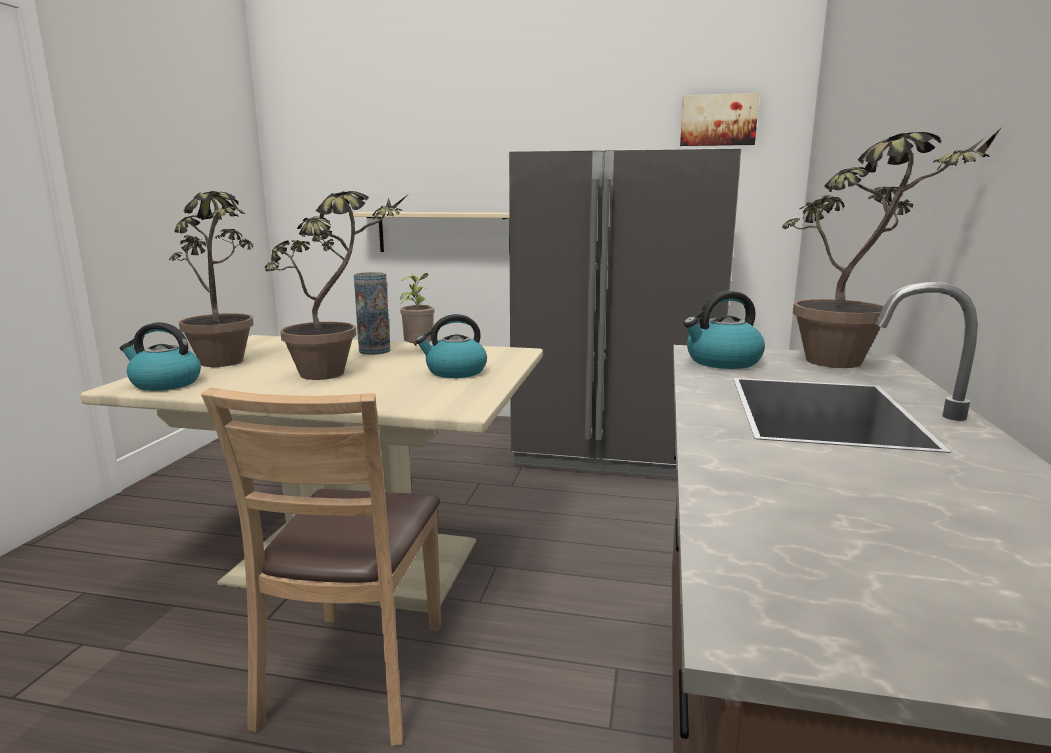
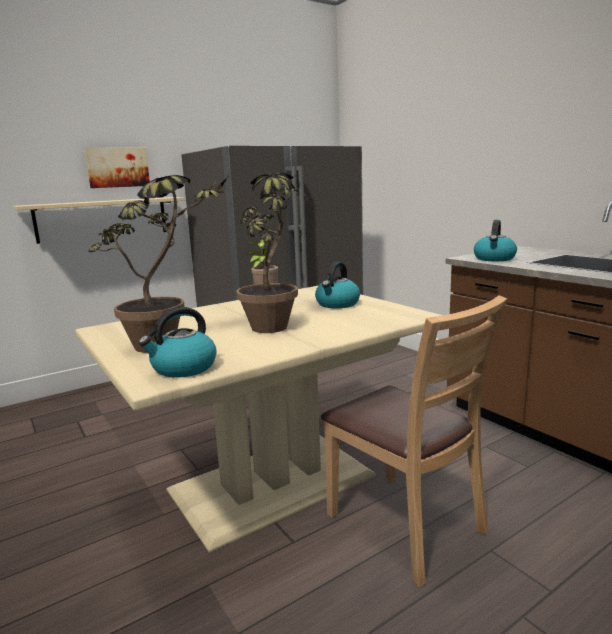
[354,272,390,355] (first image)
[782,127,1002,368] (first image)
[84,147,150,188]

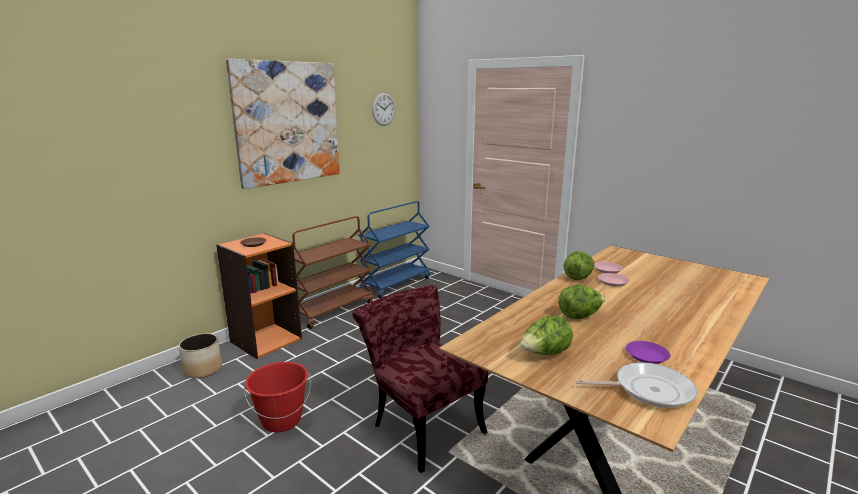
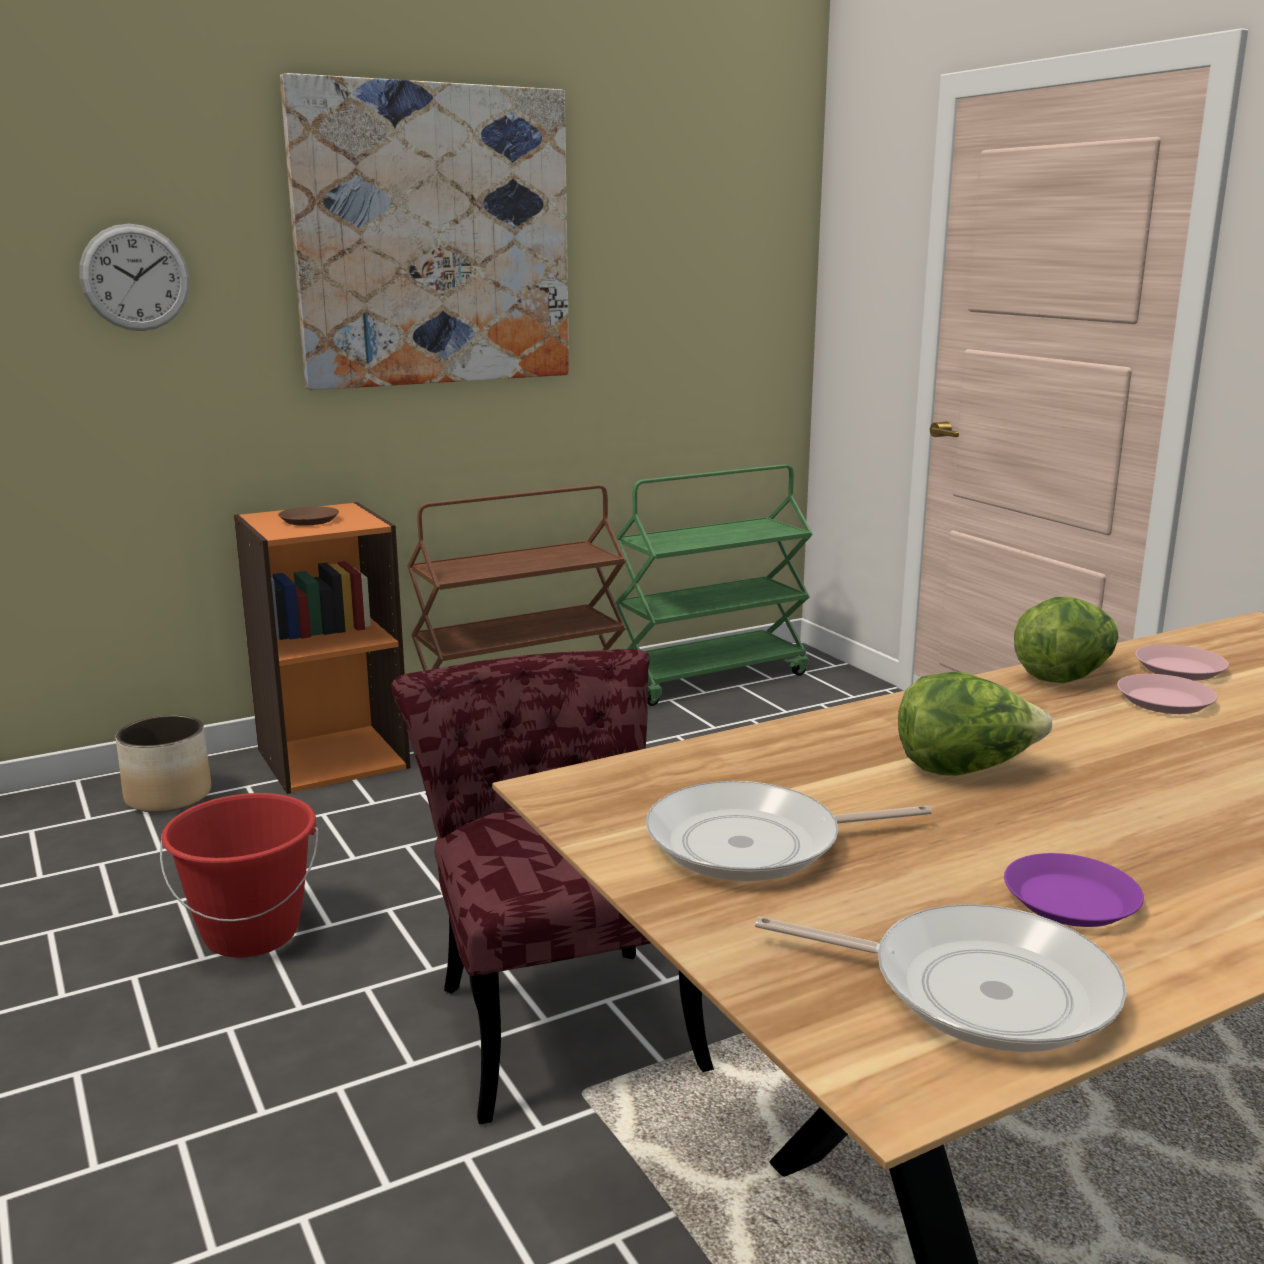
[79,224,189,331]
[646,781,932,881]
[615,464,813,706]

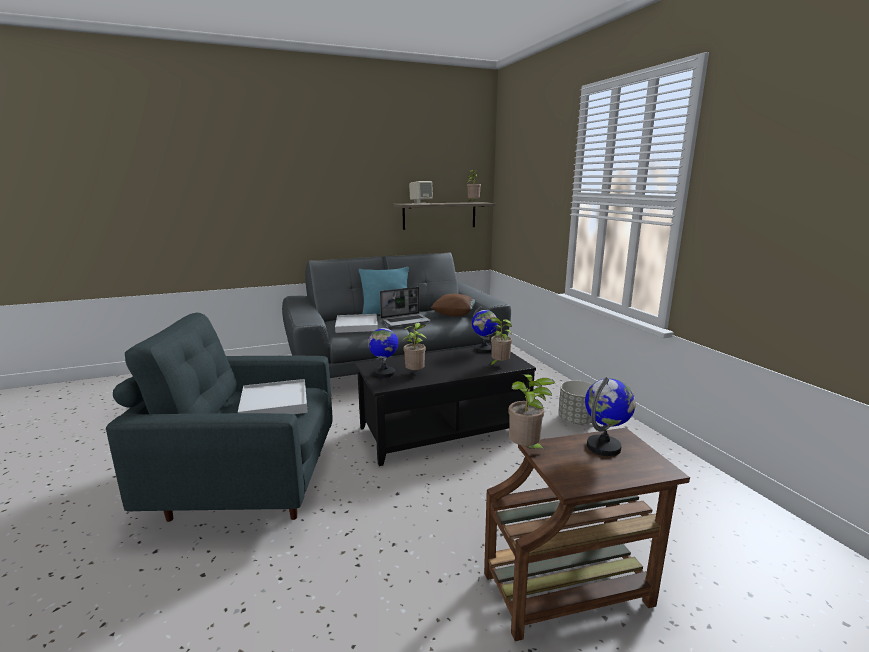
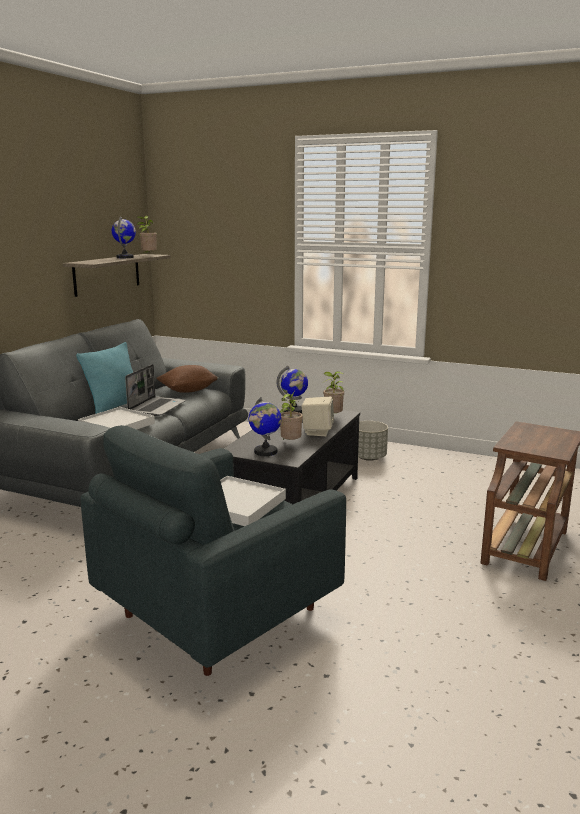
[508,374,555,451] (first image)
[302,397,334,436]
[112,216,136,258]

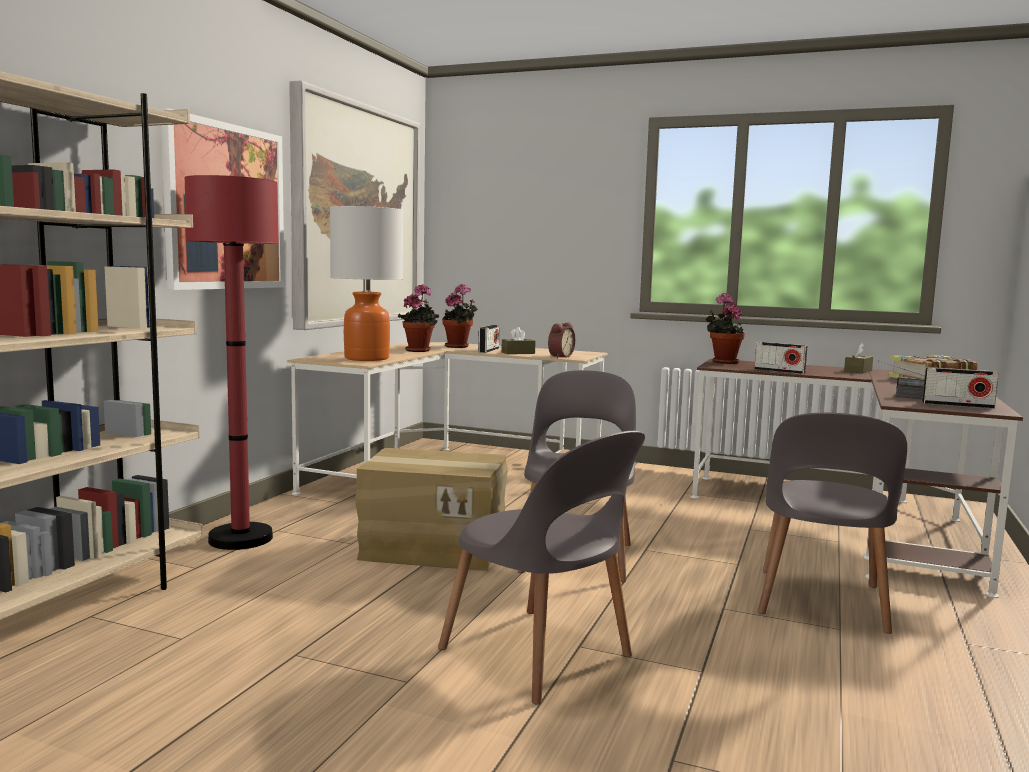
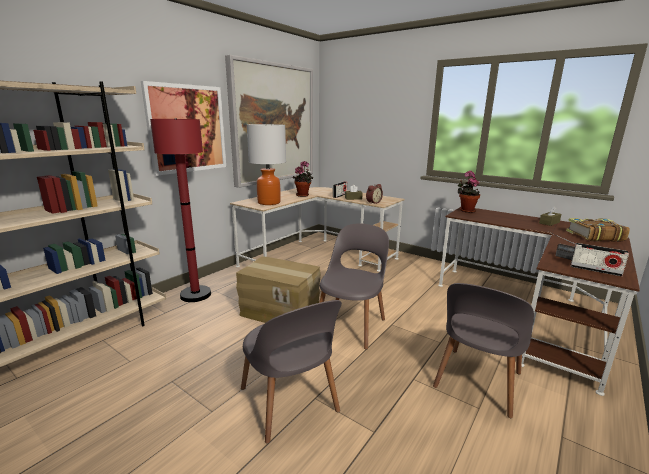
[442,284,478,348] (first image)
[754,342,808,374] (first image)

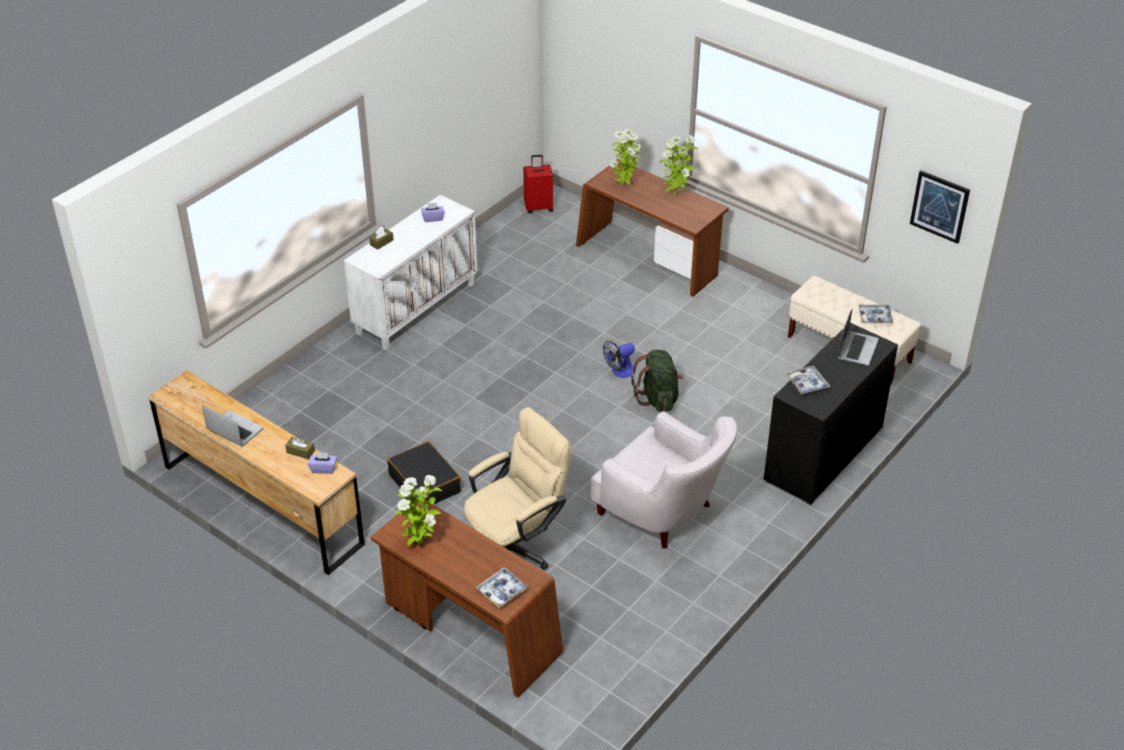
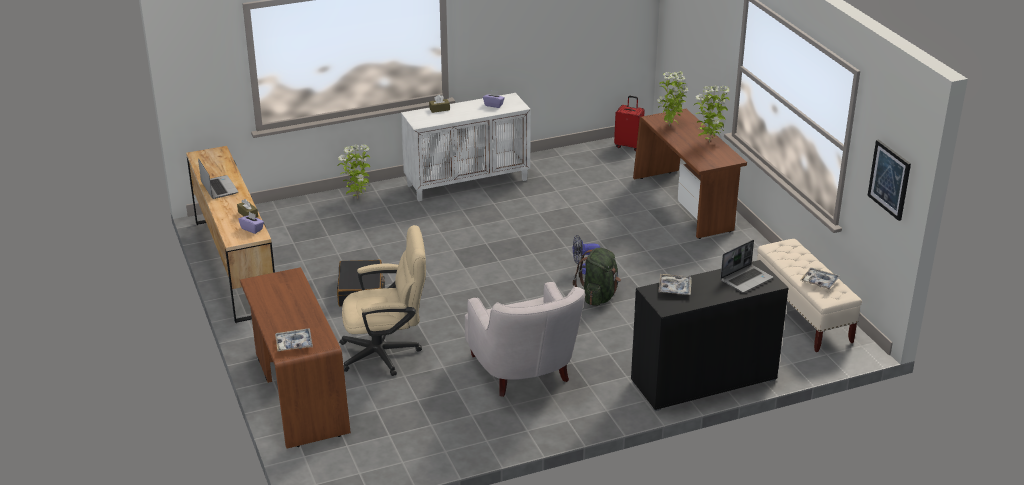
[337,144,370,199]

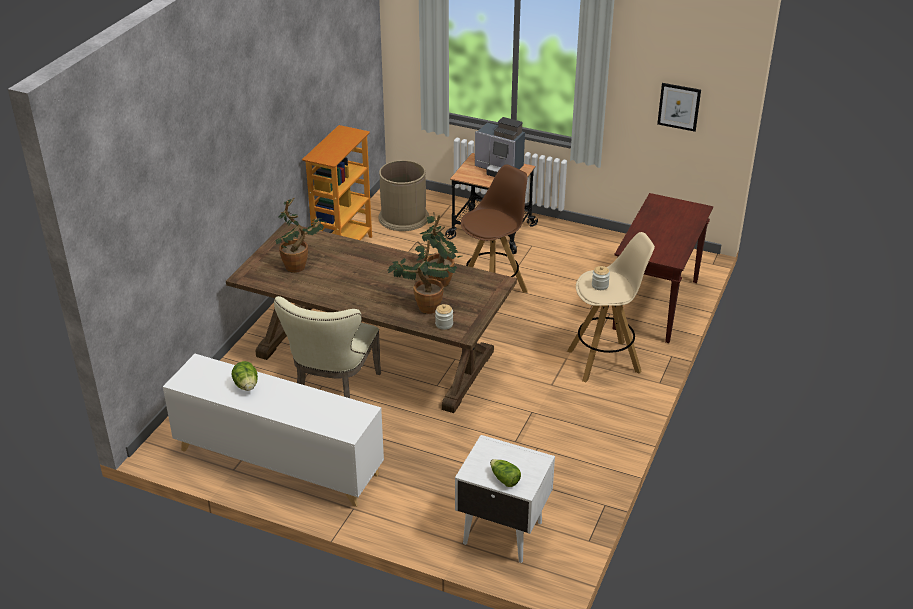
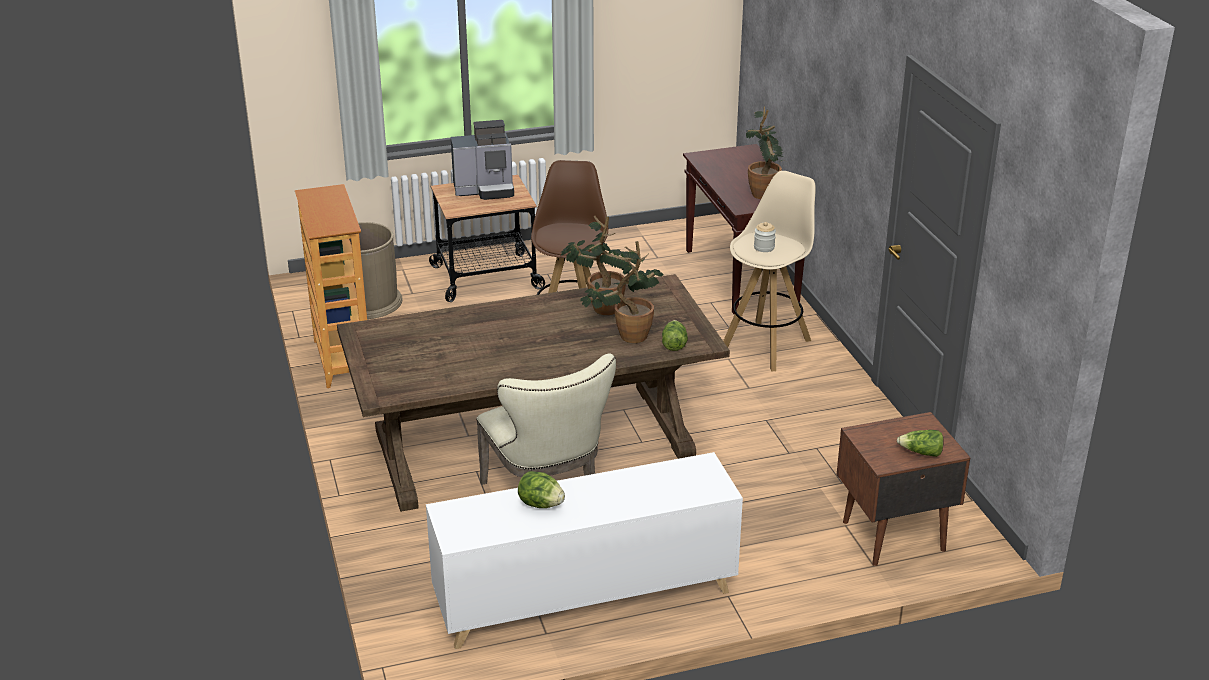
[657,83,701,132] (first image)
[746,106,783,199]
[662,320,688,351]
[836,412,970,566]

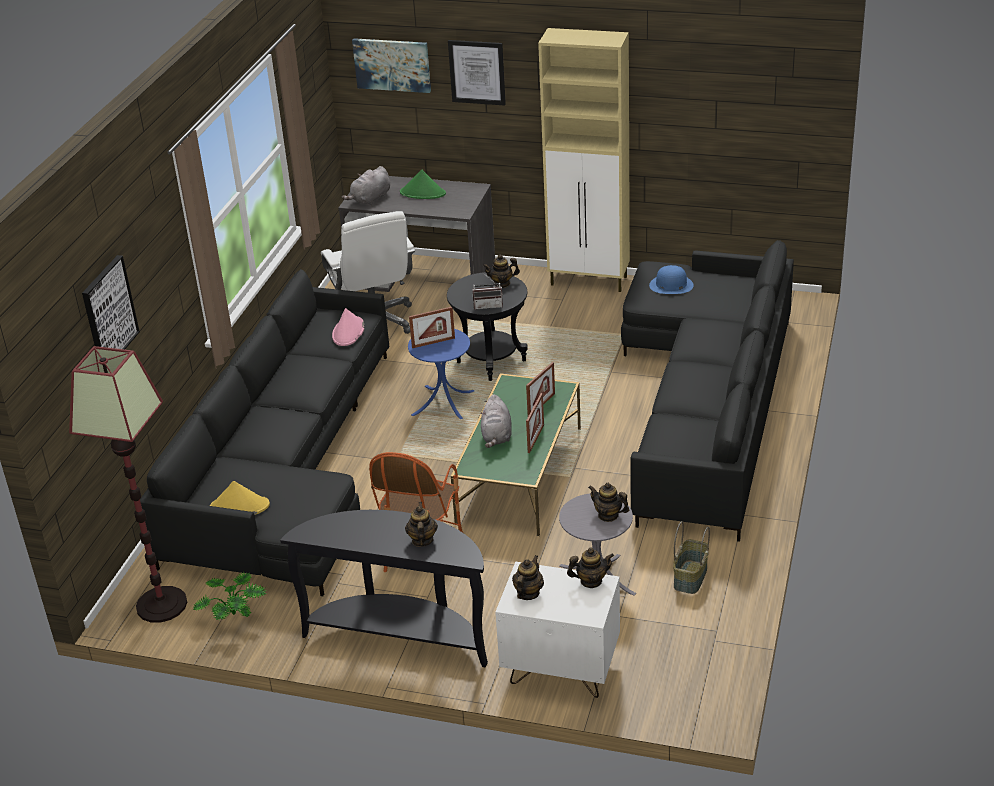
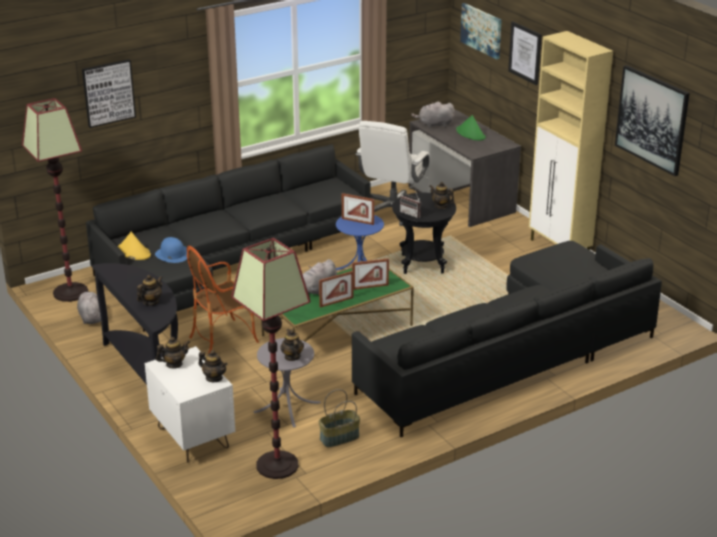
[332,308,364,346] (first image)
[231,238,311,479]
[615,65,690,176]
[155,237,187,263]
[77,292,101,324]

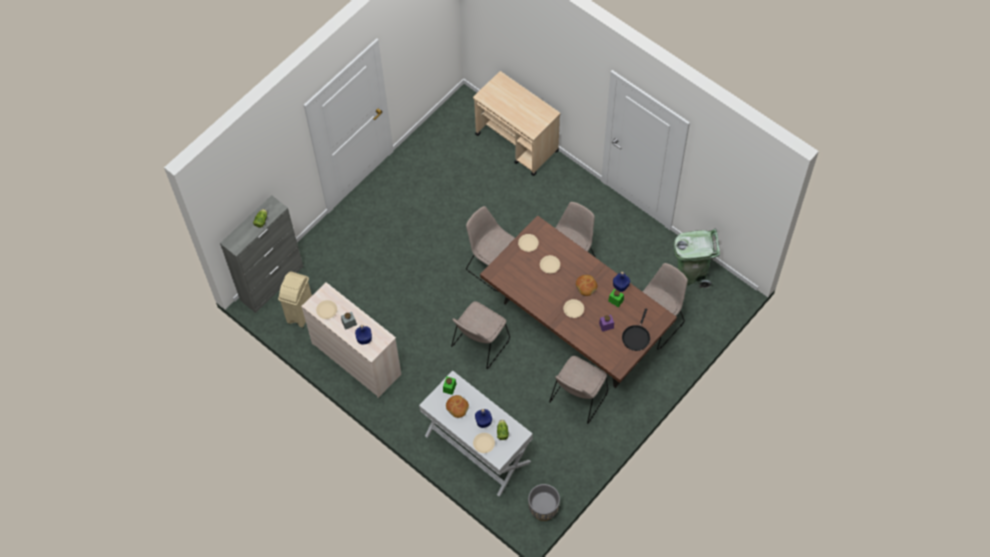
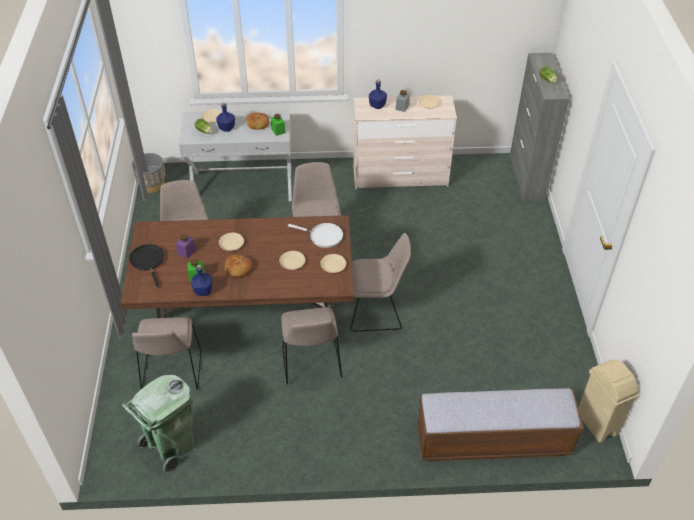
[288,223,343,248]
[578,360,639,443]
[417,388,584,461]

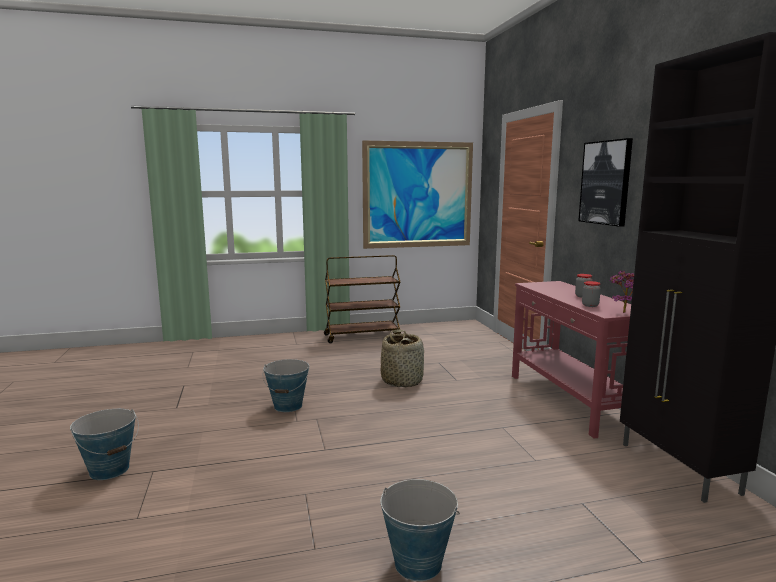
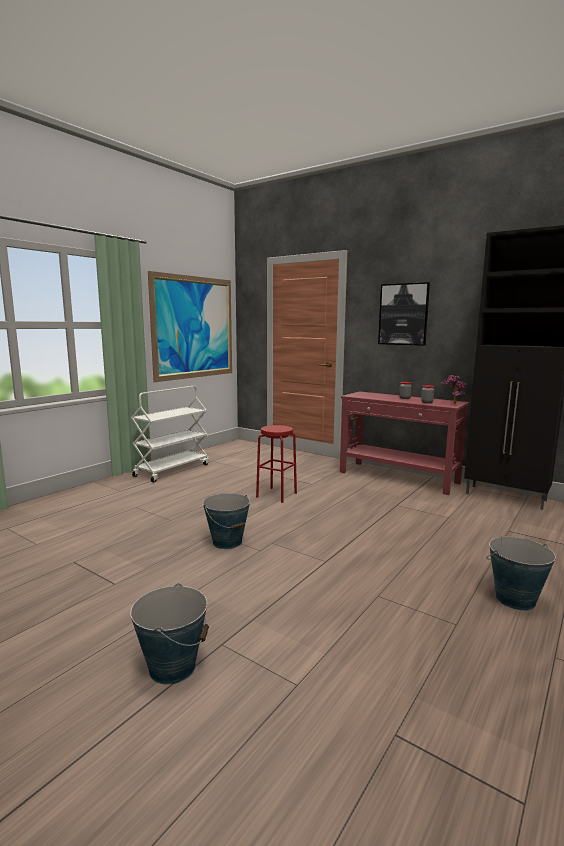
[256,425,297,503]
[131,386,209,483]

